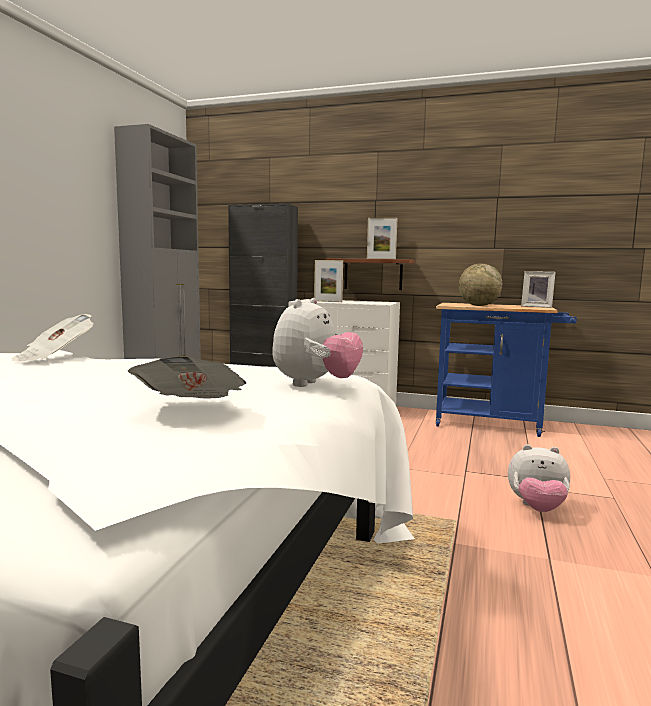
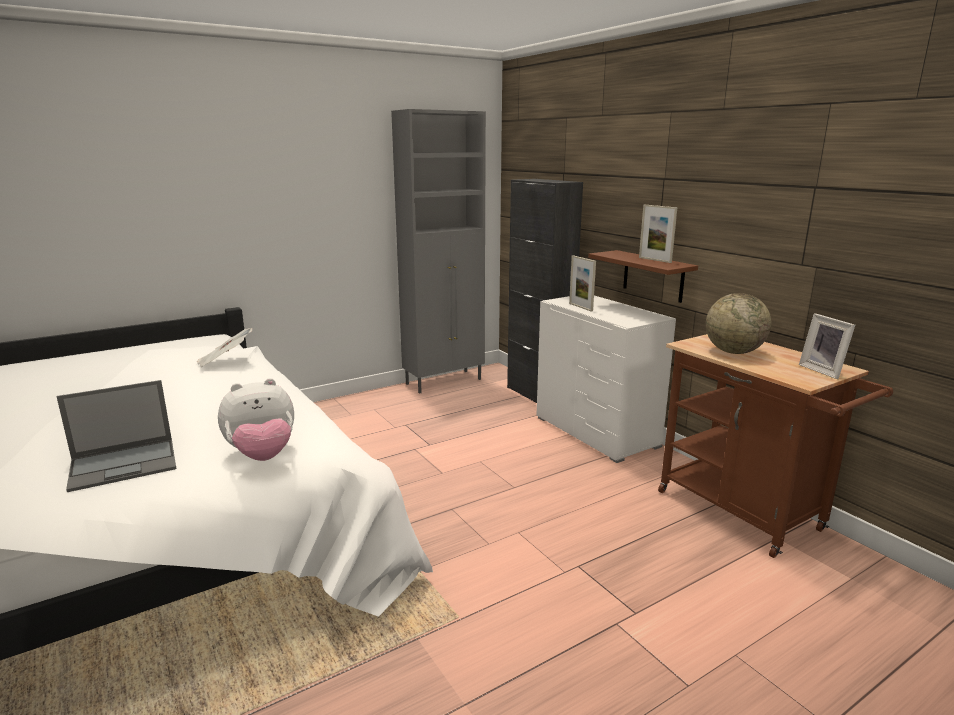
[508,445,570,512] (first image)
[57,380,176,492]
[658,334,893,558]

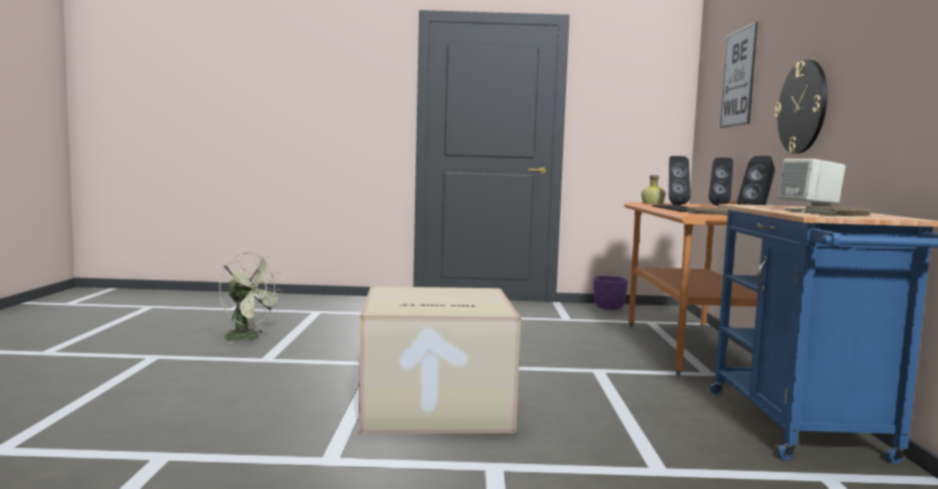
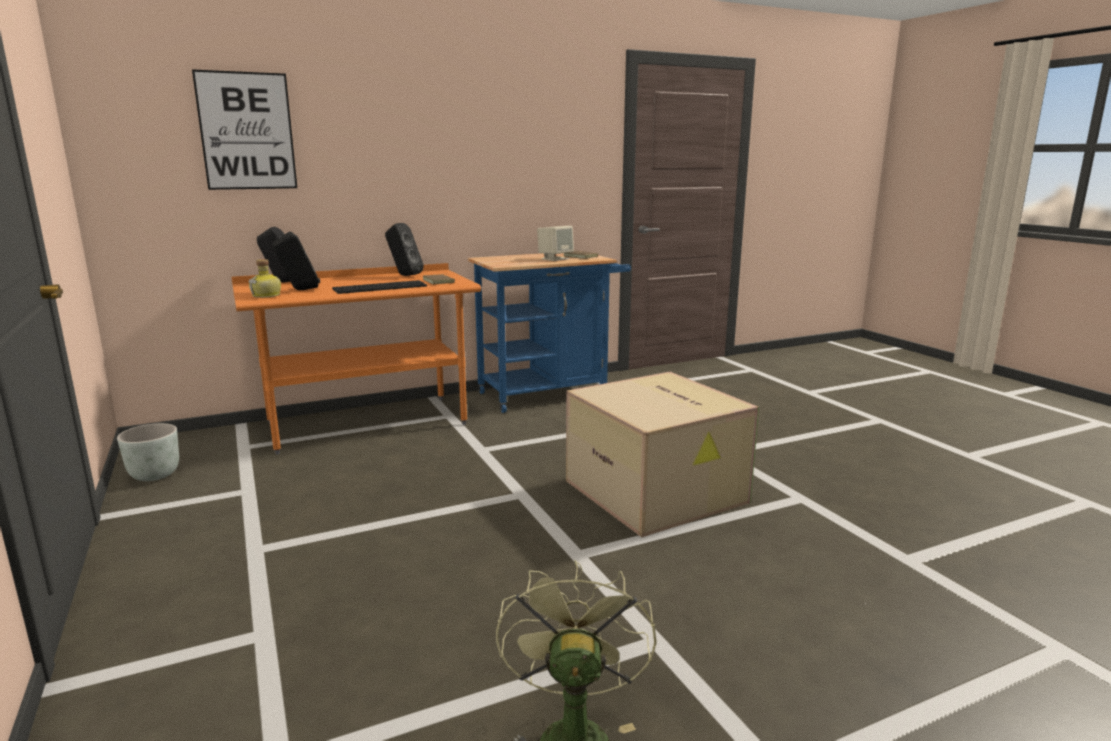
[775,60,827,154] (first image)
[117,423,179,481]

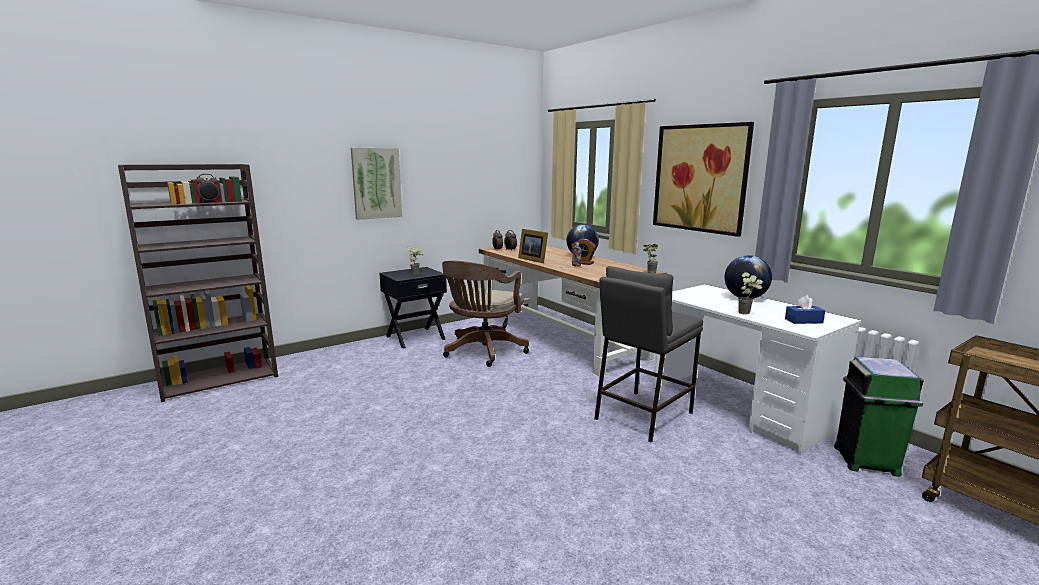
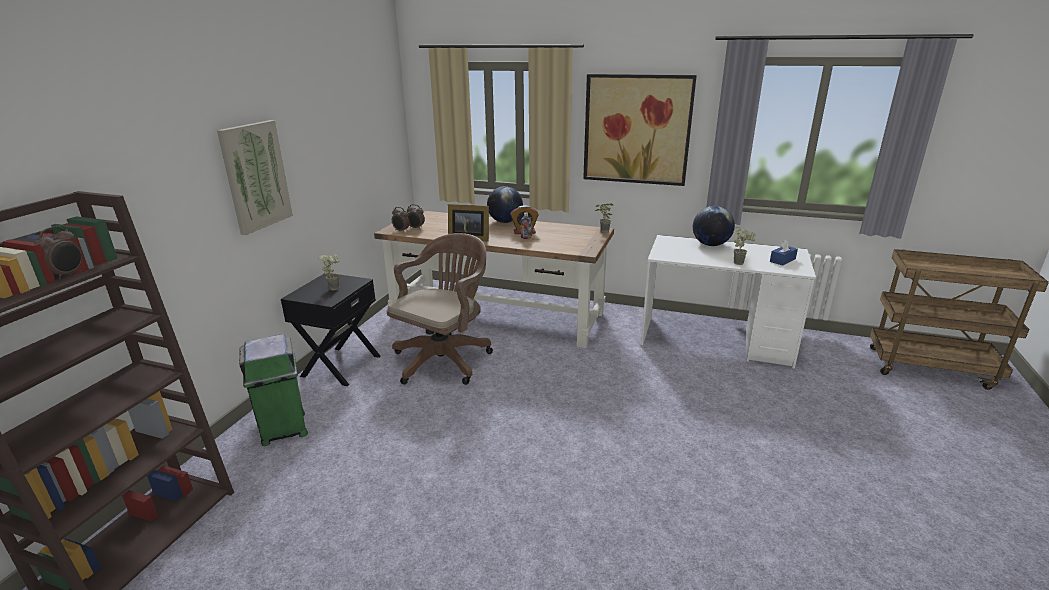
[594,266,703,442] (first image)
[239,334,308,446]
[387,233,493,385]

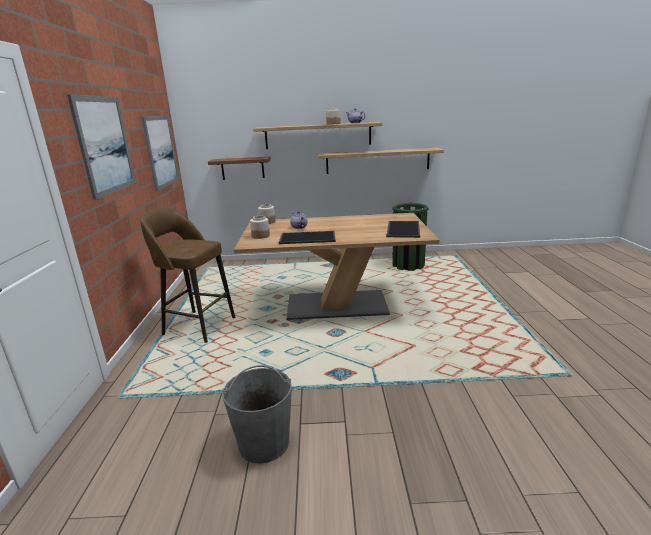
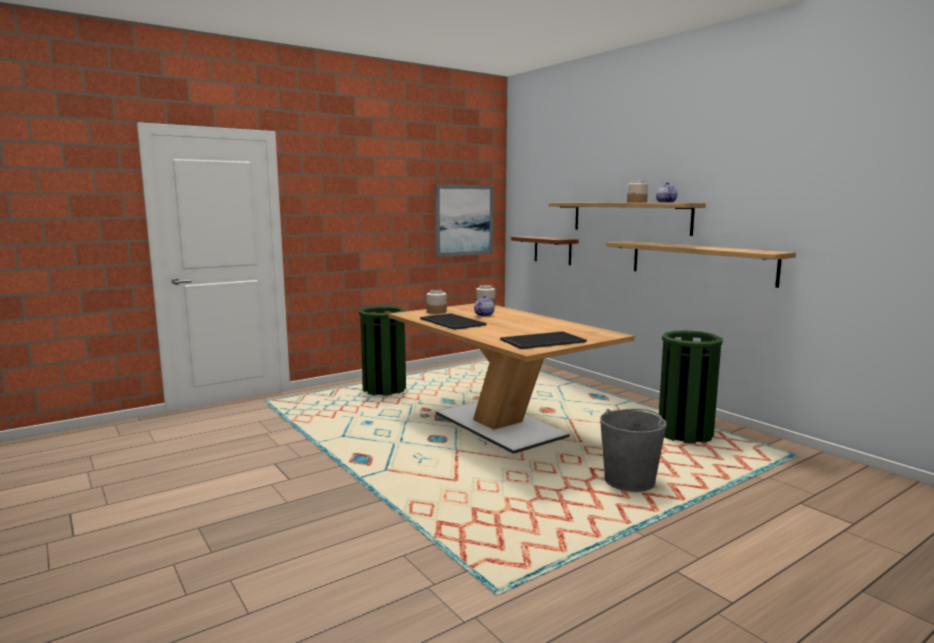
[67,94,136,200] (first image)
[600,409,667,492]
[359,306,406,396]

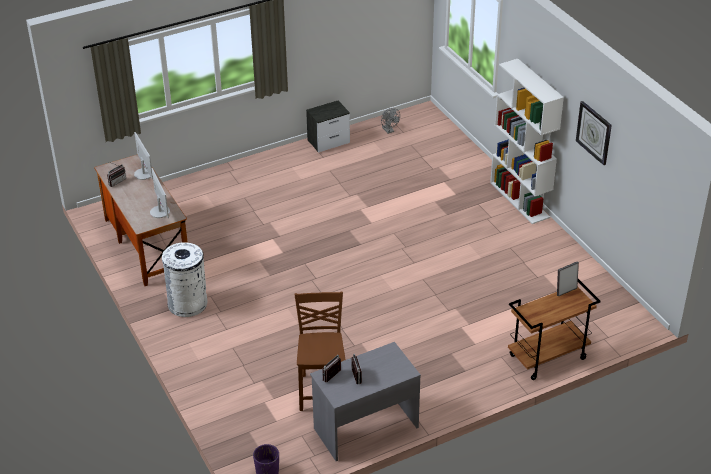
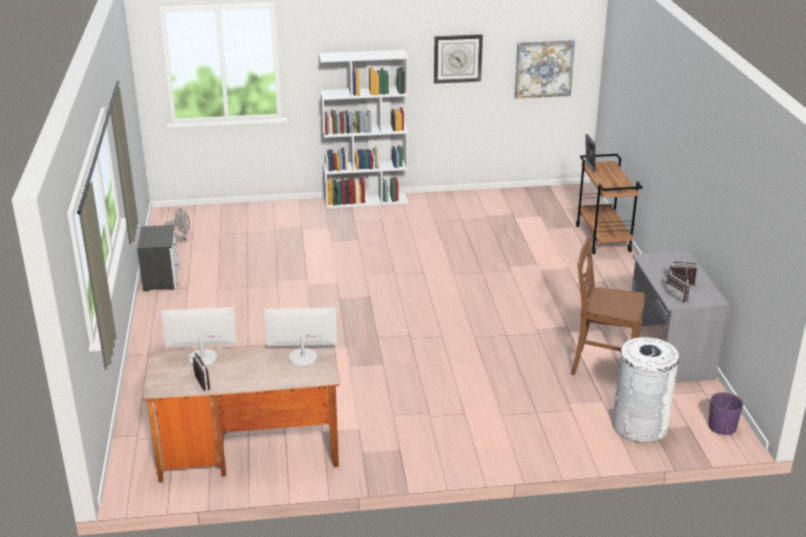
[515,40,575,99]
[612,337,679,443]

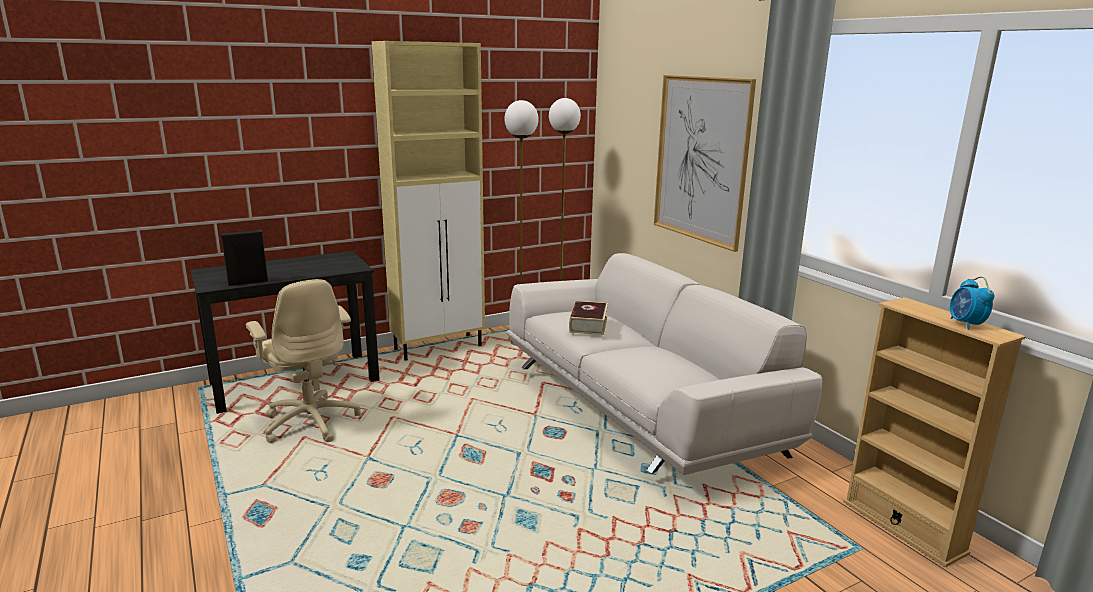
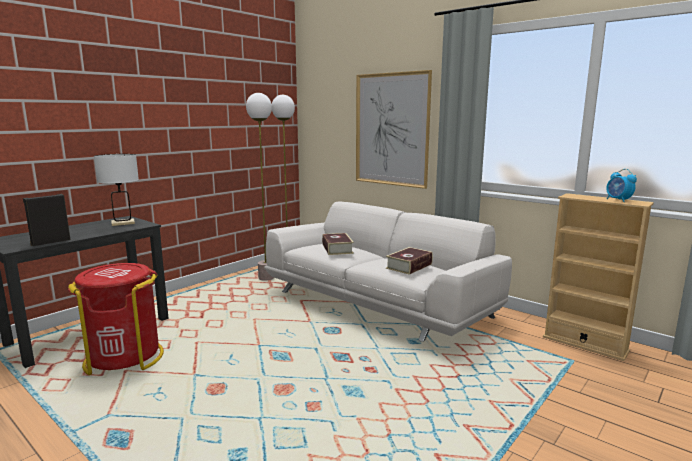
[372,41,485,361] (first image)
[94,154,139,226]
[386,247,433,275]
[68,263,164,375]

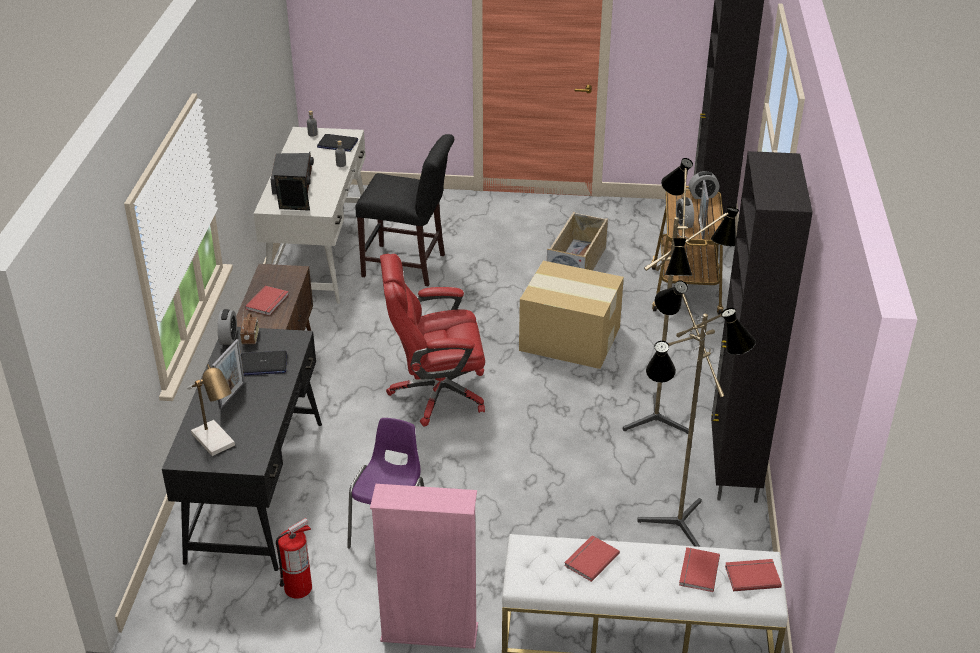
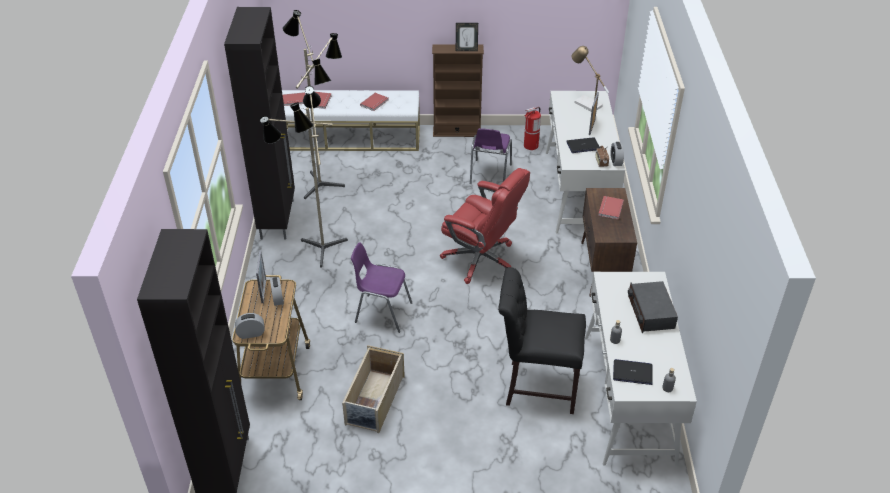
[456,23,478,51]
[351,243,412,333]
[546,91,625,233]
[432,44,484,137]
[440,168,530,284]

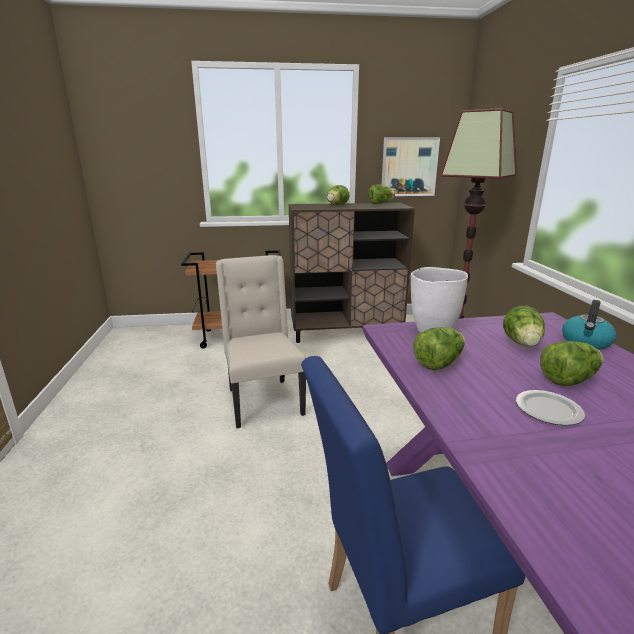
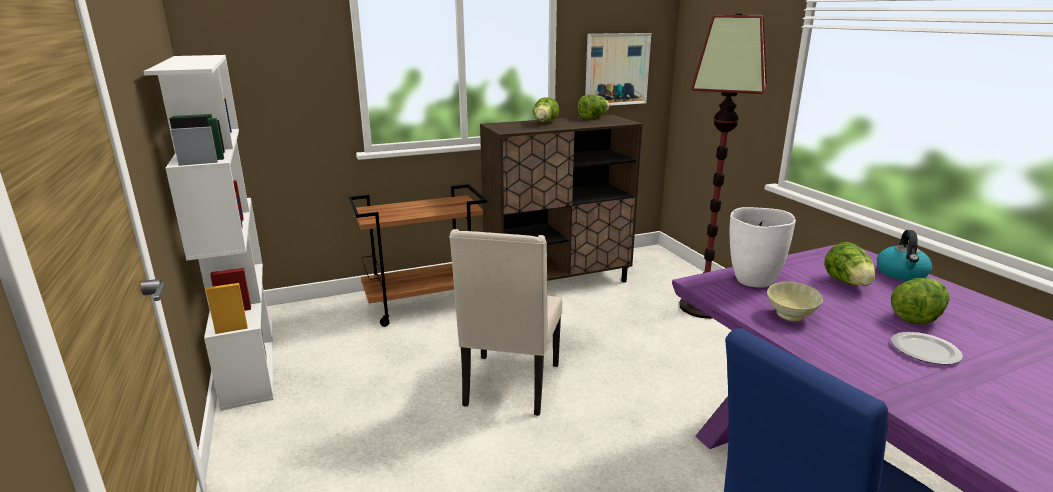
[144,55,273,411]
[767,282,823,321]
[449,229,562,416]

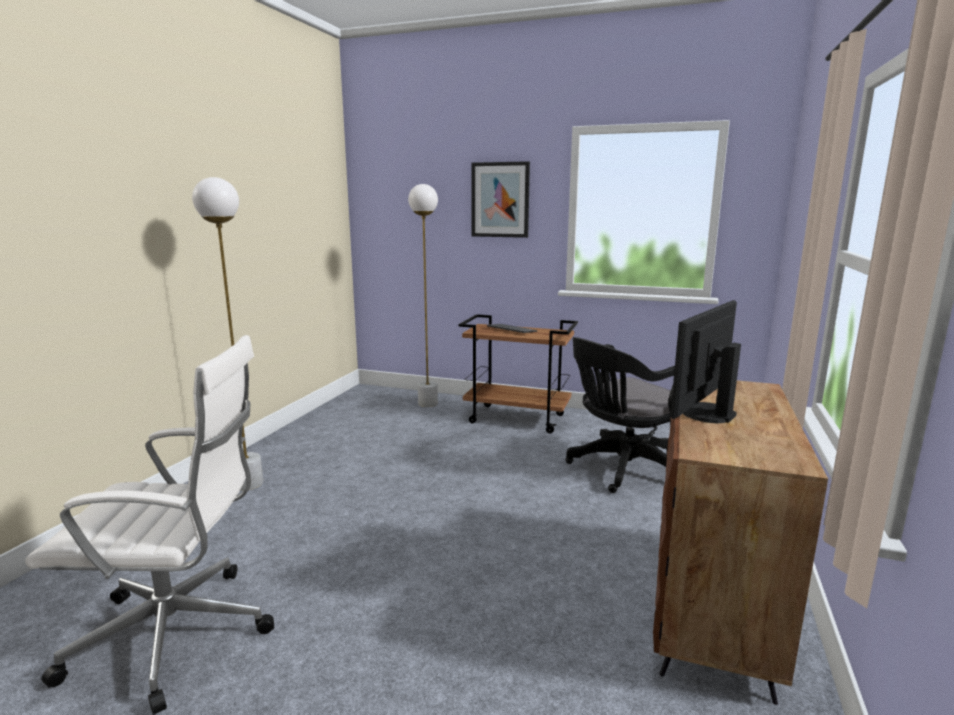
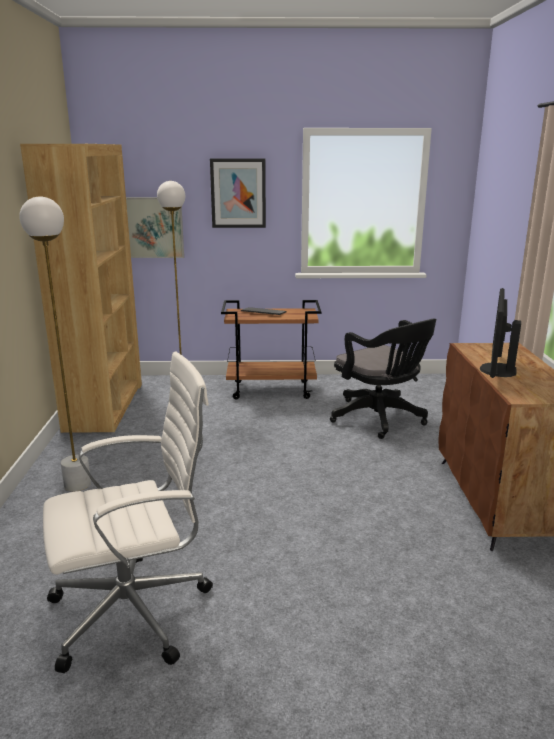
[20,144,142,433]
[126,197,184,258]
[330,319,436,439]

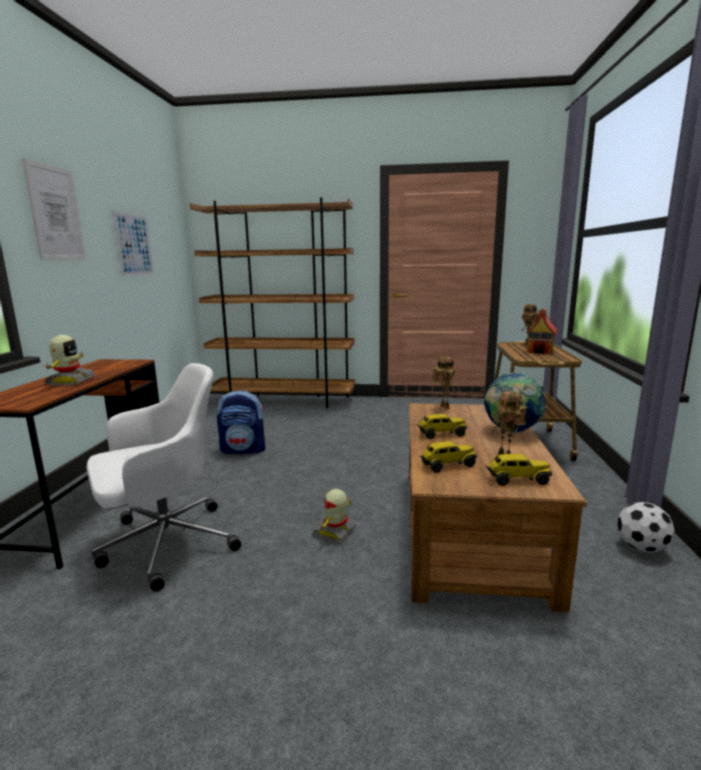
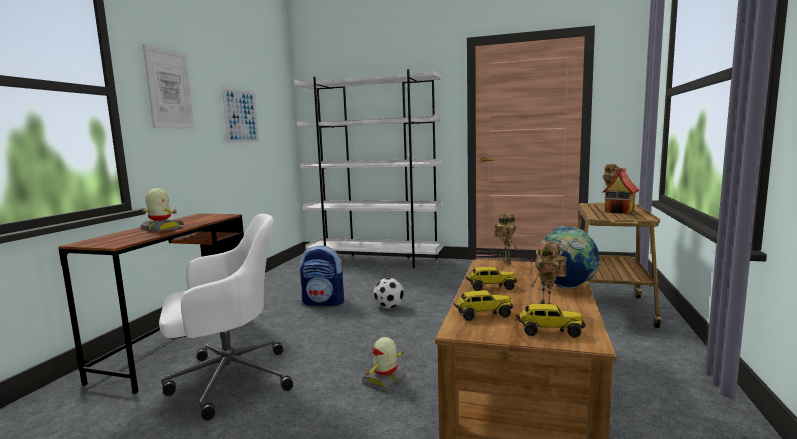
[374,278,404,309]
[294,69,444,269]
[139,188,184,231]

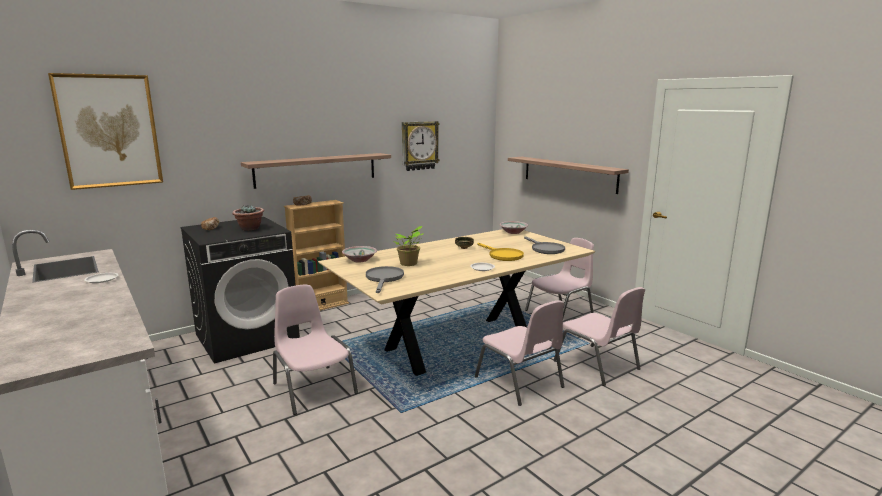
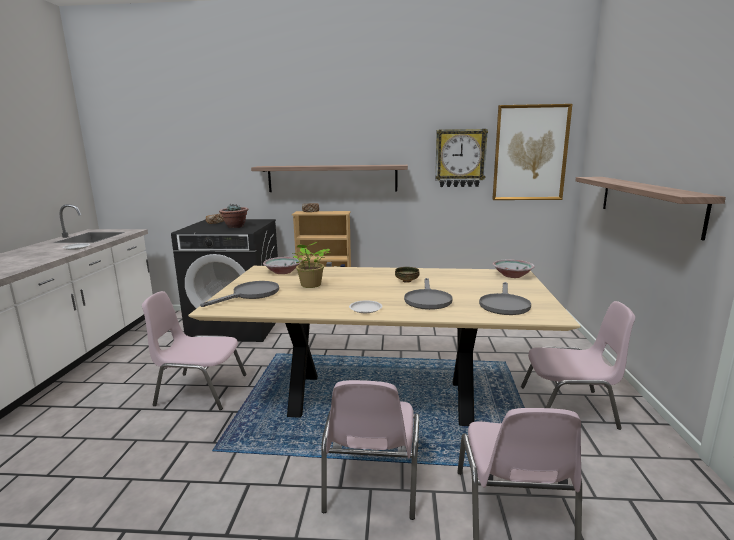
[492,104,572,200]
[404,278,453,310]
[142,291,246,410]

